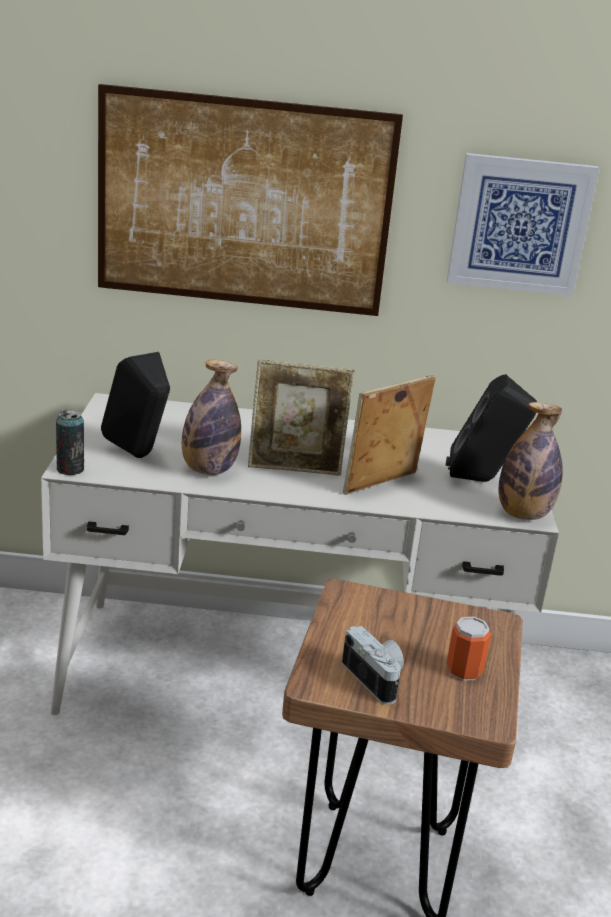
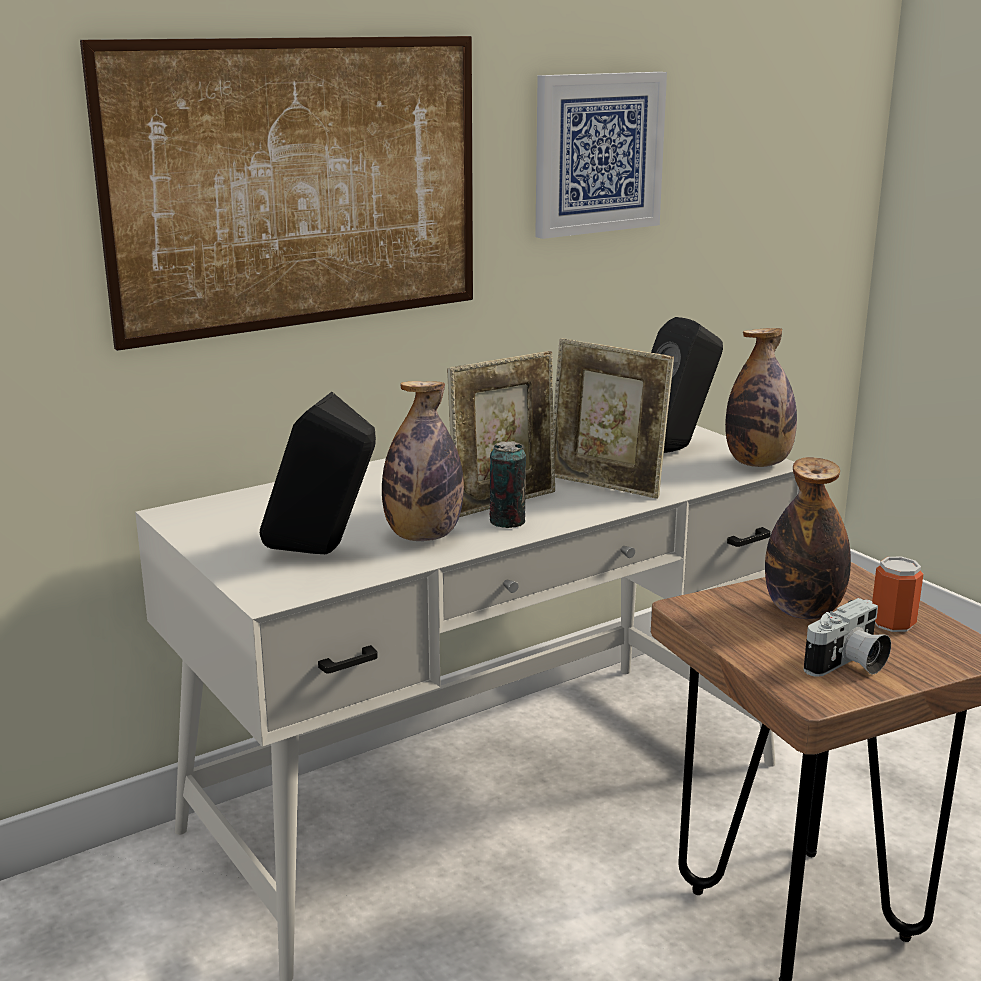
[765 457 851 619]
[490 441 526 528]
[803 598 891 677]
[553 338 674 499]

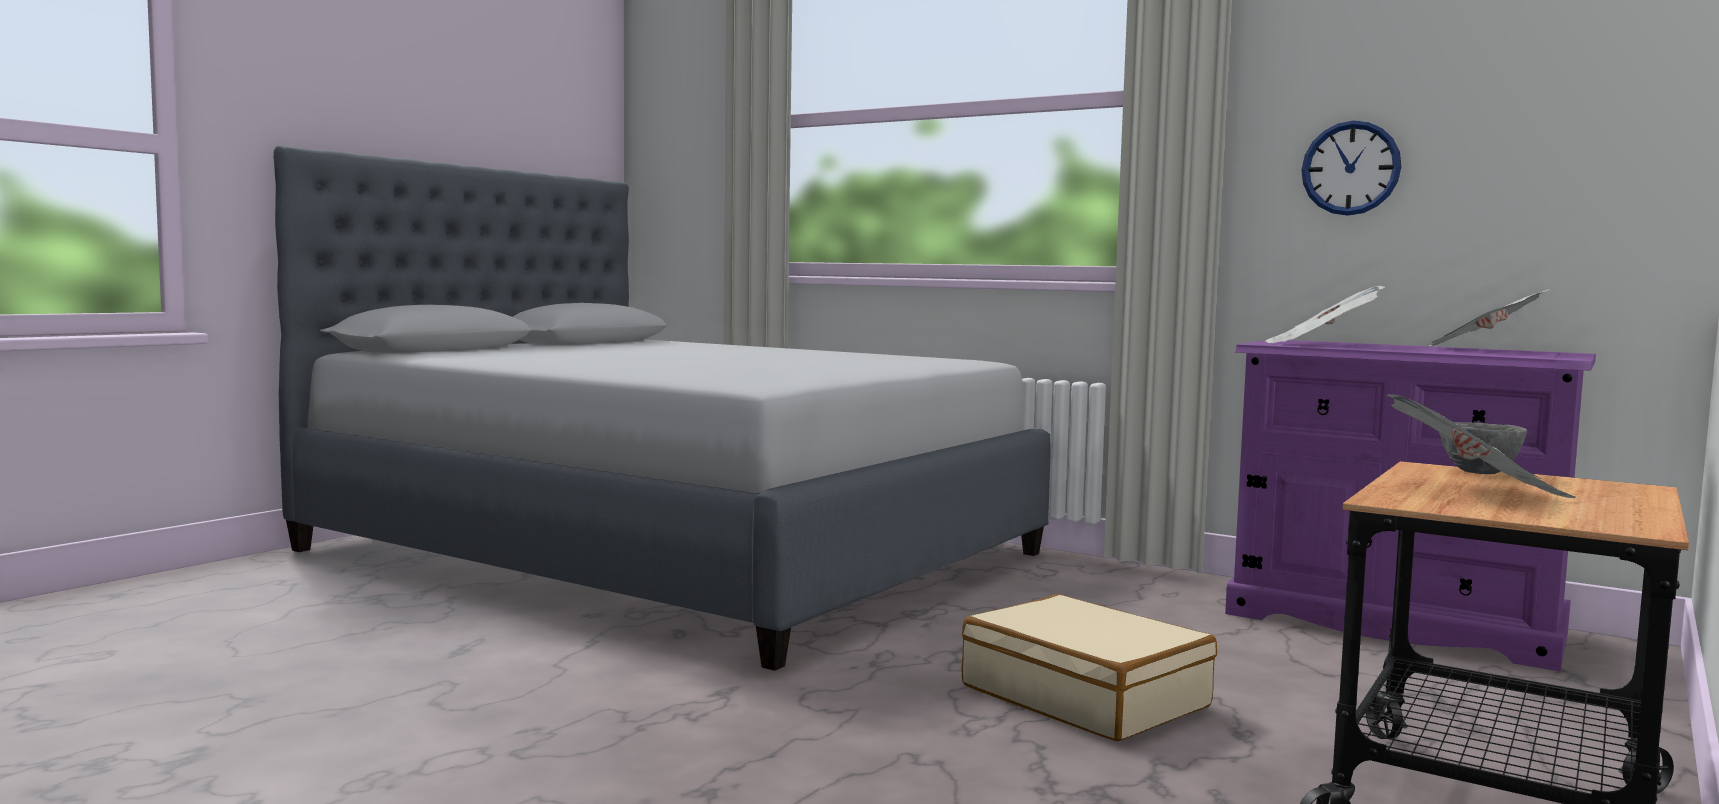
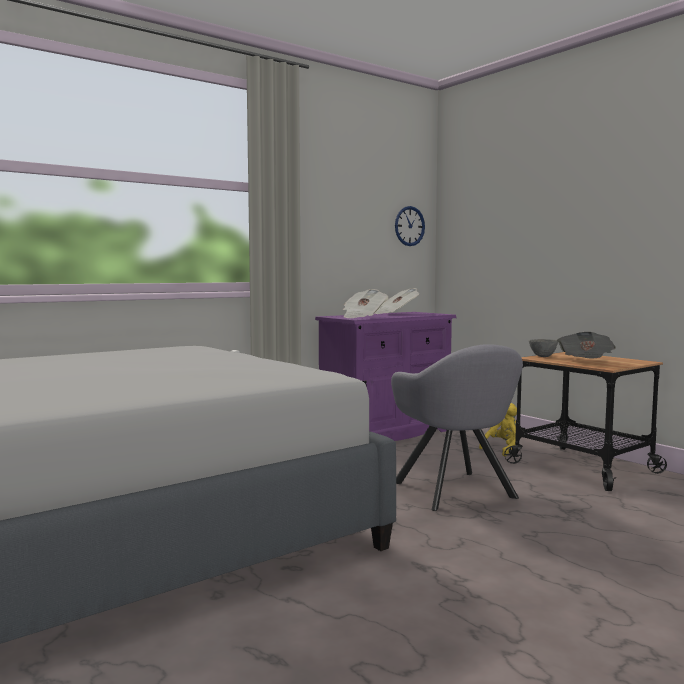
[479 403 517 457]
[395 206 425 246]
[391 344 523 511]

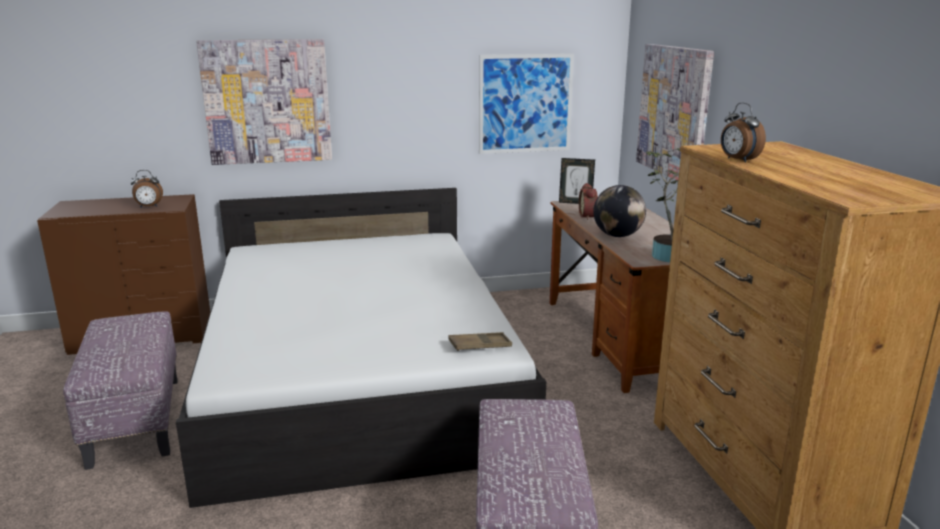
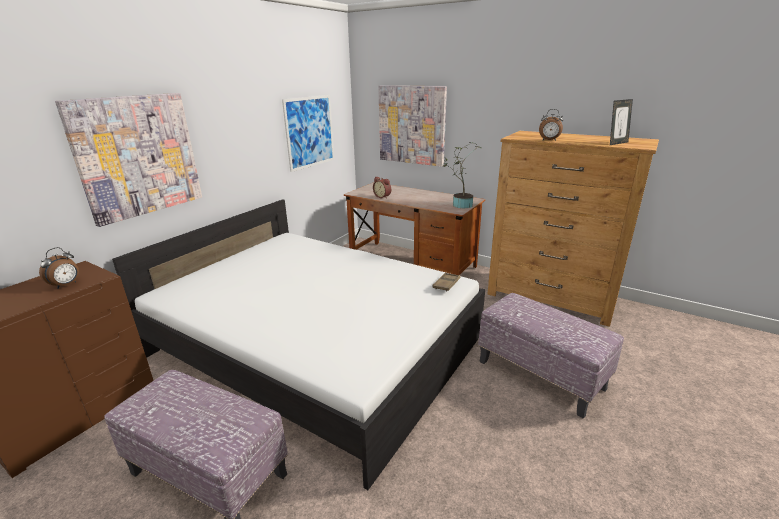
[593 185 646 237] (first image)
[610 99 633 145]

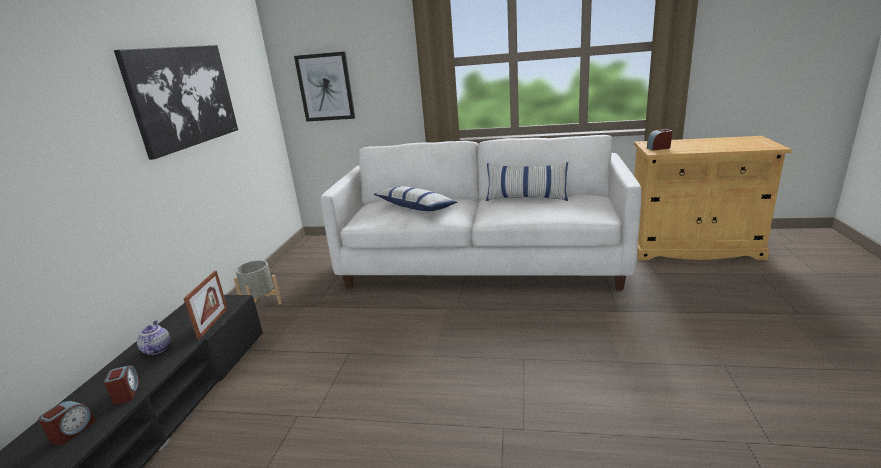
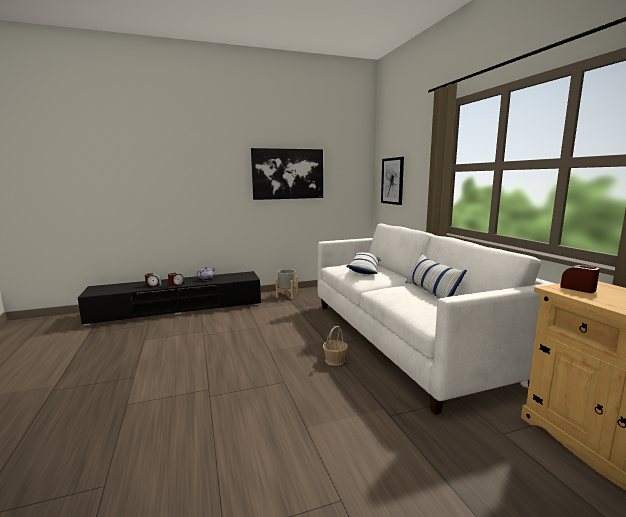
[183 271 228 340] (first image)
[323 326 348 366]

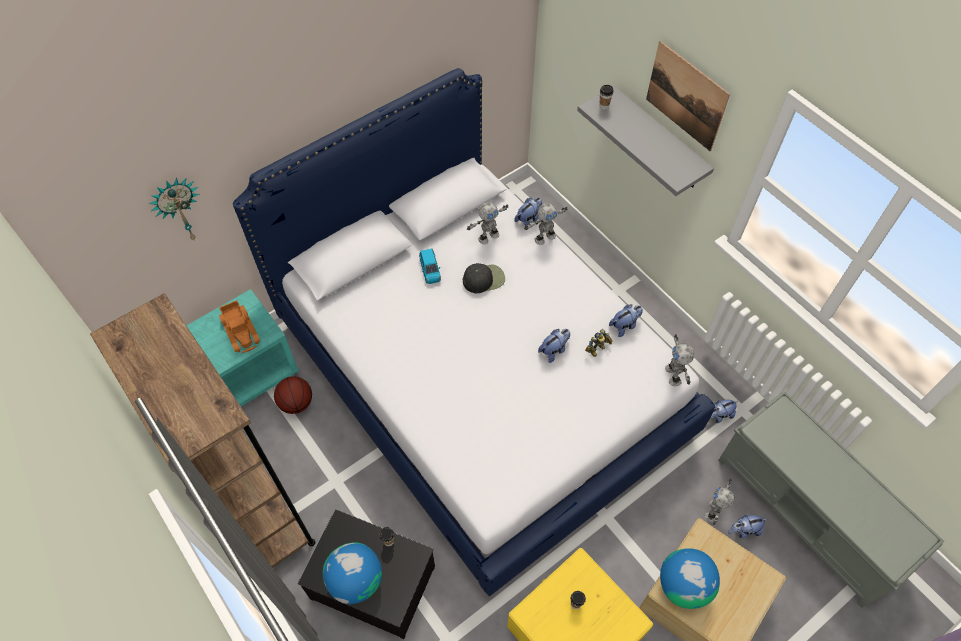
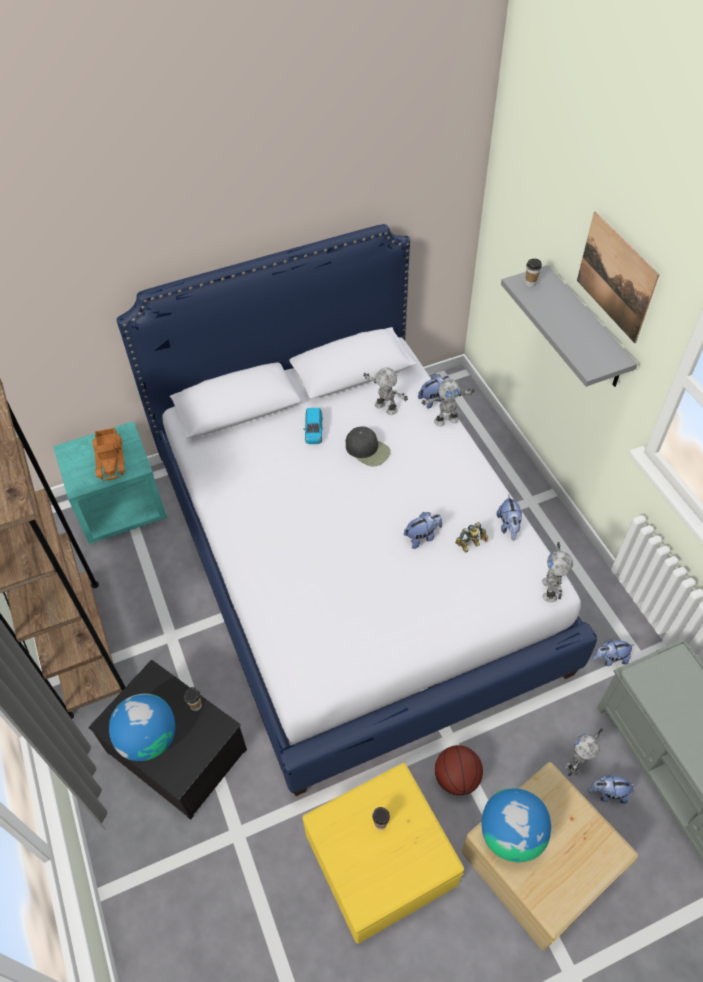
[149 178 199 241] (first image)
[435 745 483 796]
[346 426 391 467]
[363 367 408 415]
[497 495 522 541]

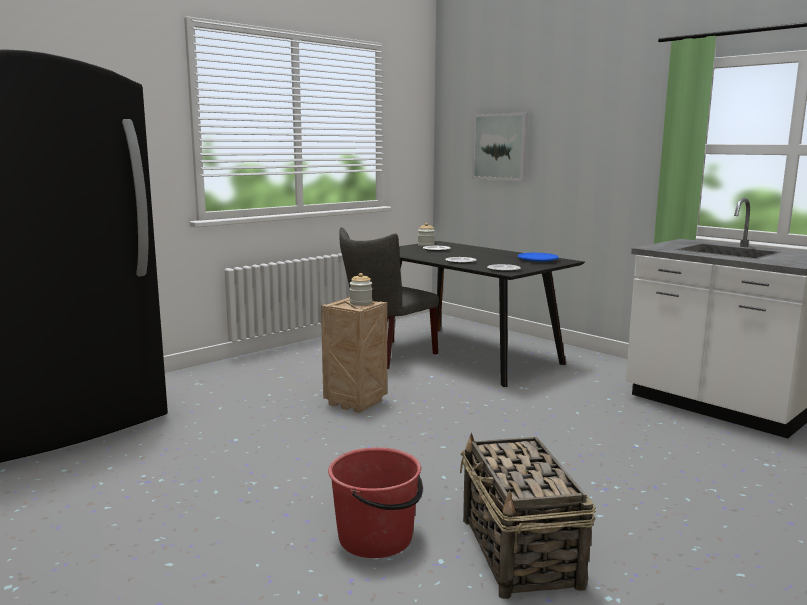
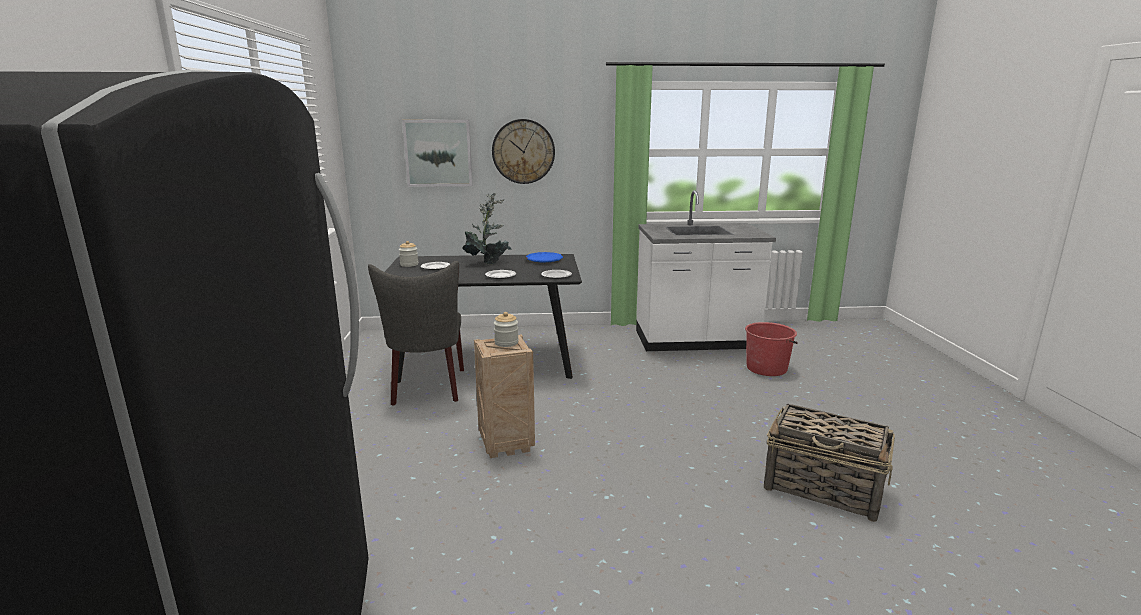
[463 193 512 264]
[492 119 555 184]
[745 322 798 376]

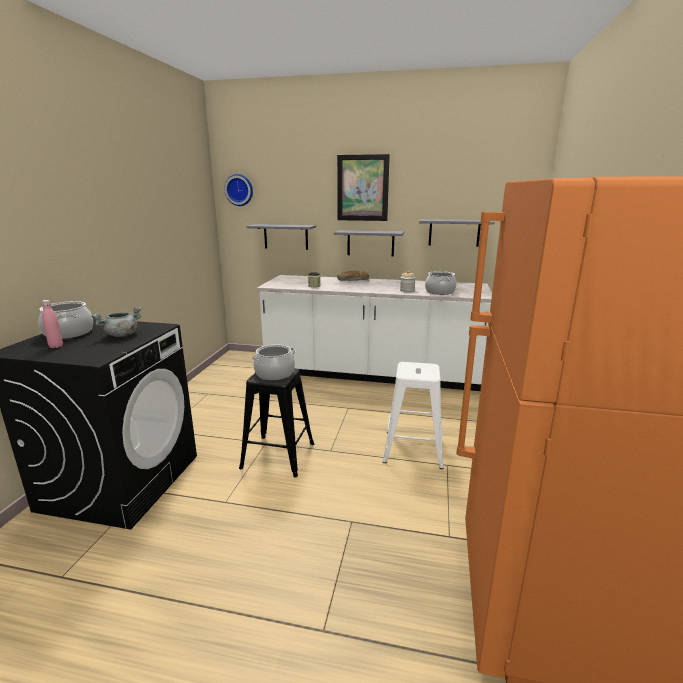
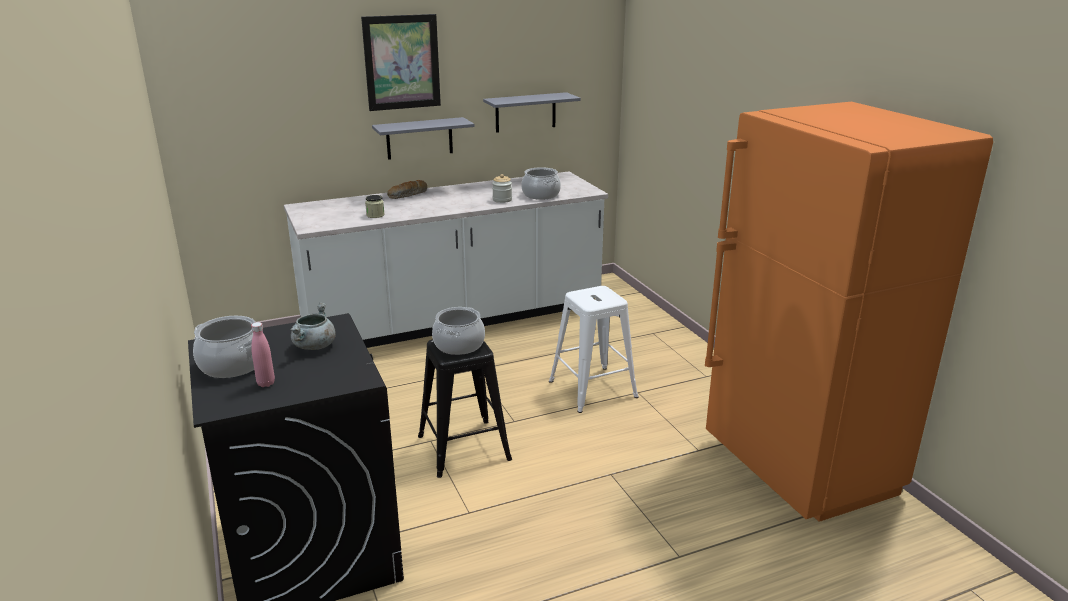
[224 174 253 206] (first image)
[247 224 316 250] (first image)

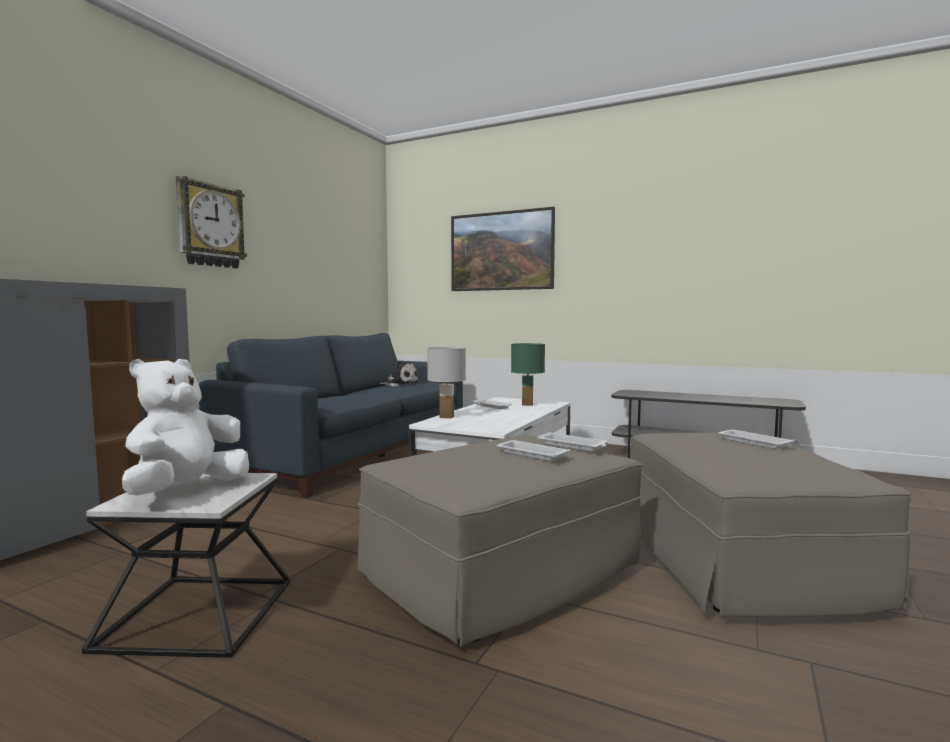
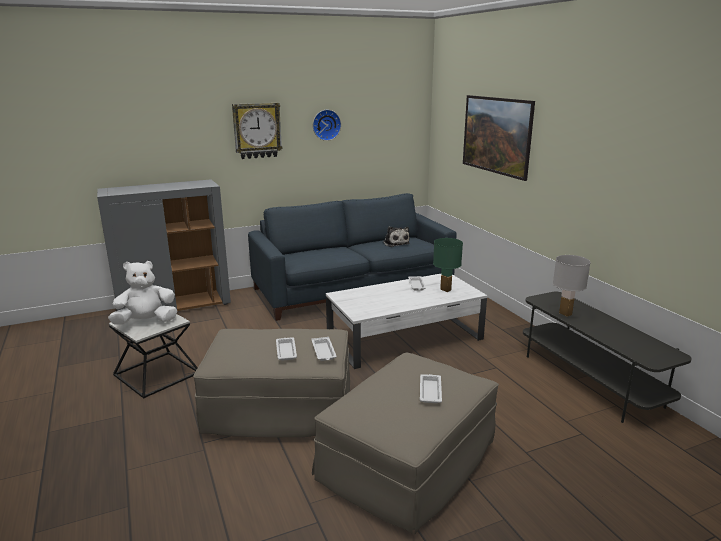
[313 110 341 141]
[553 255 591 317]

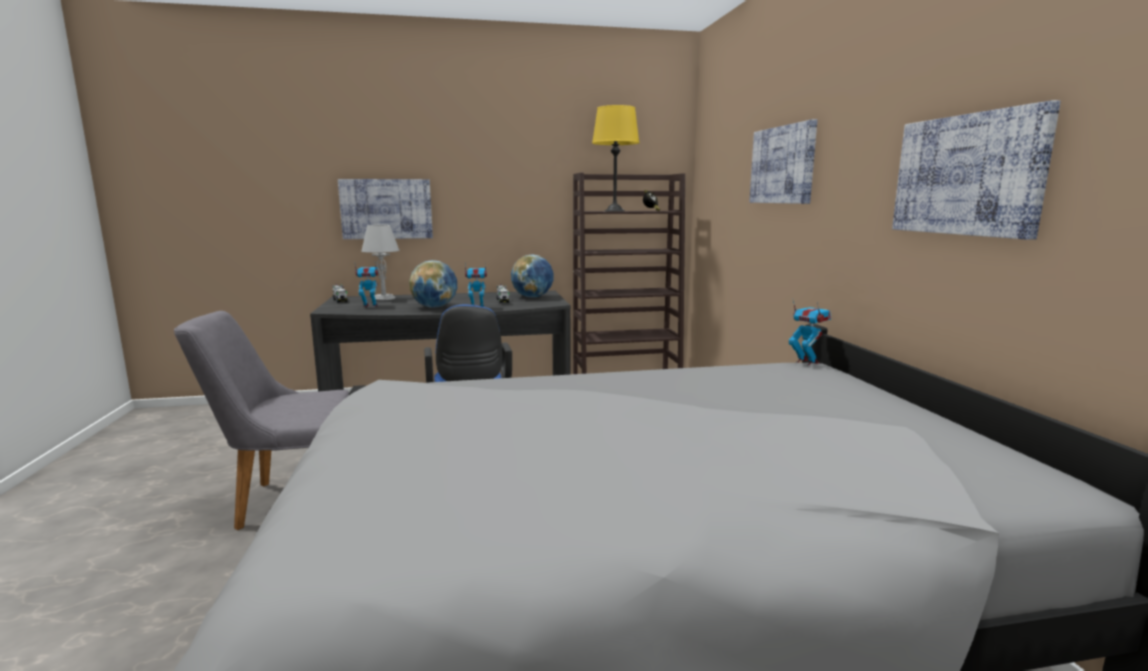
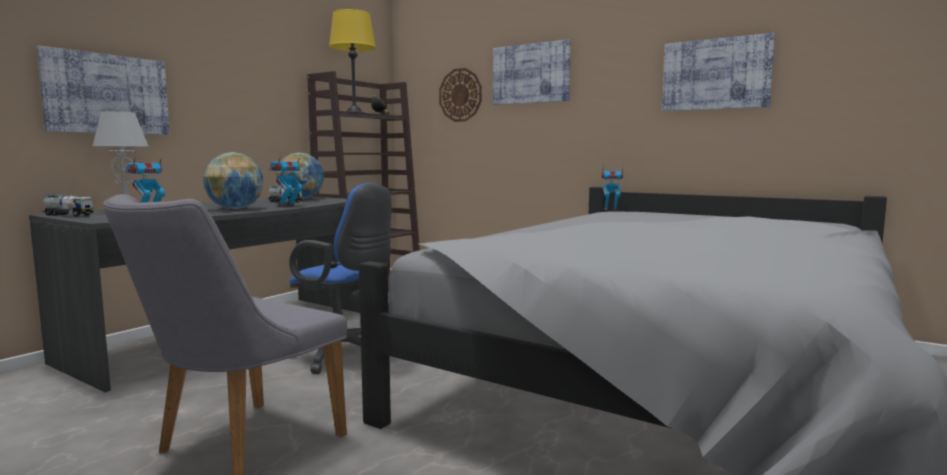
[439 68 482 122]

